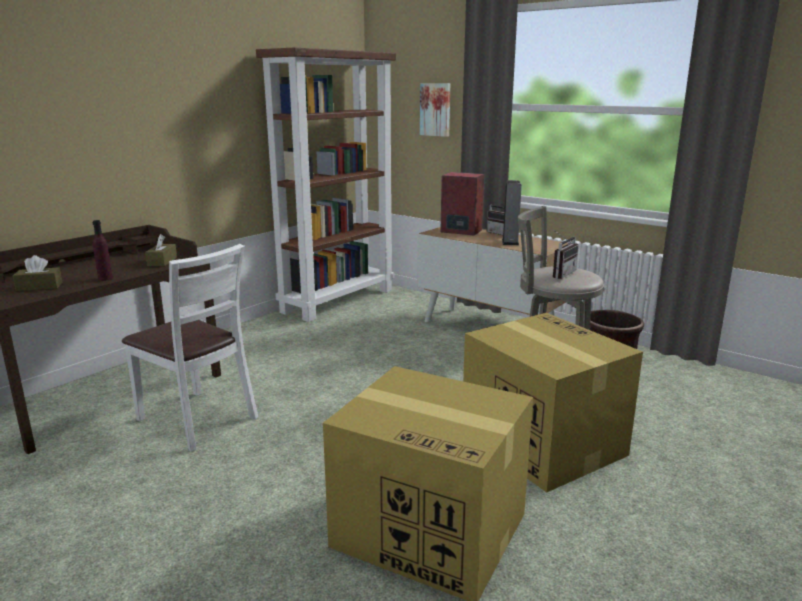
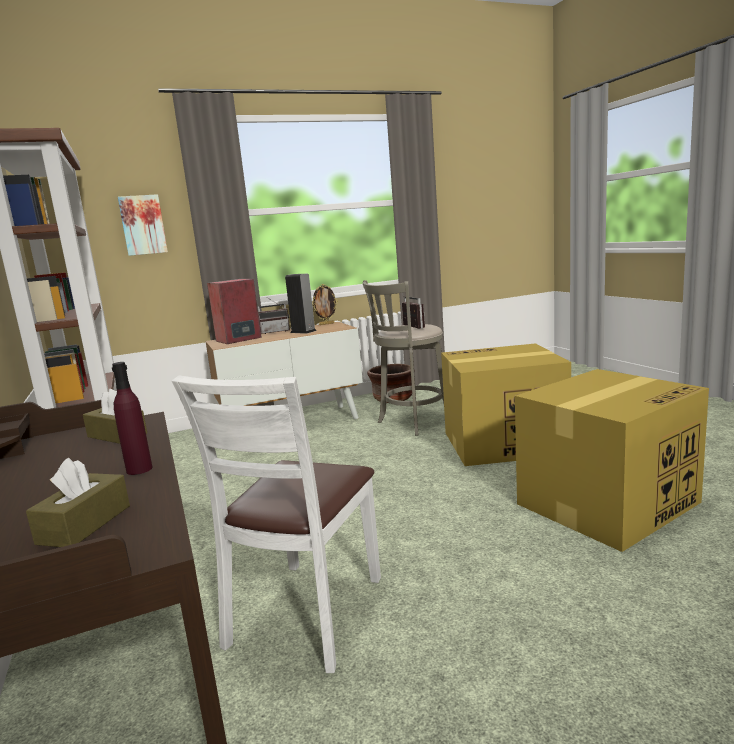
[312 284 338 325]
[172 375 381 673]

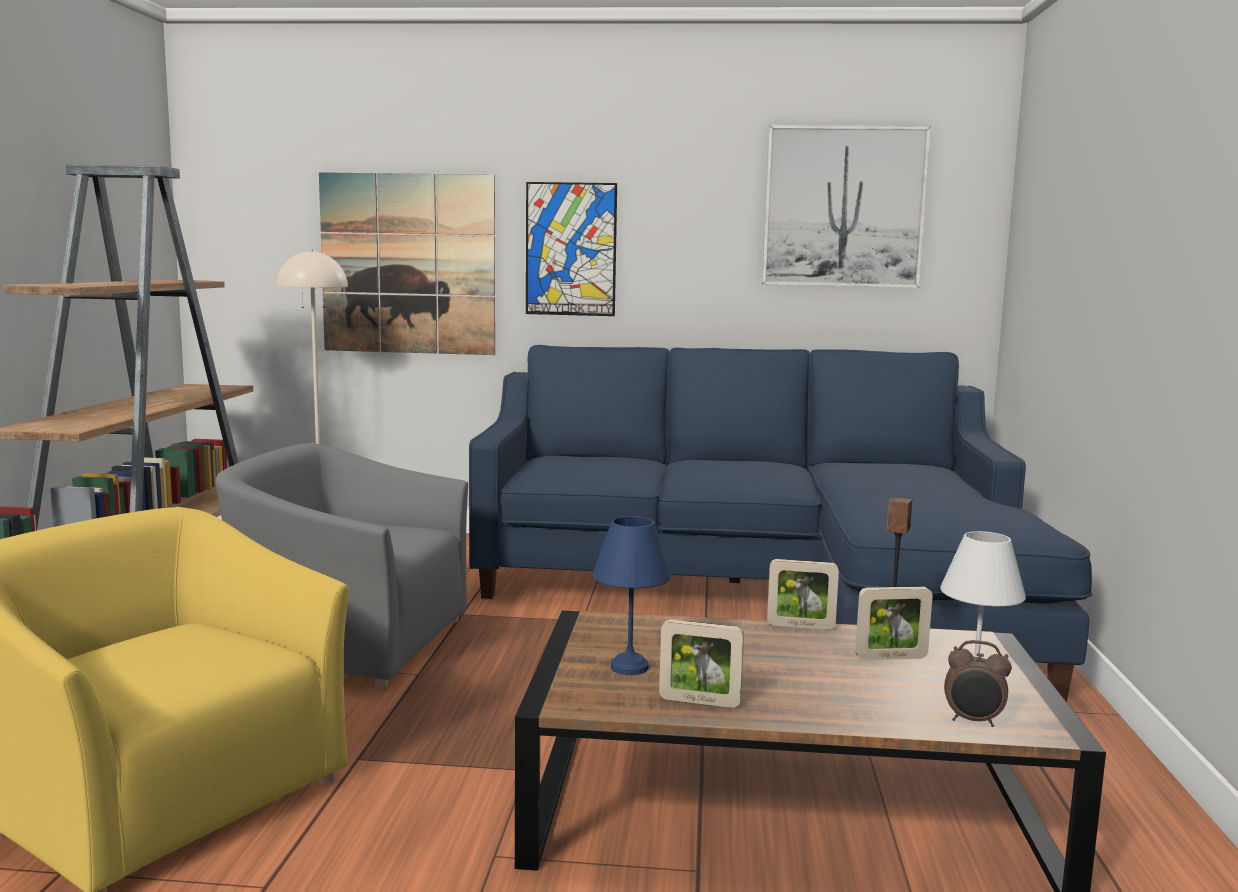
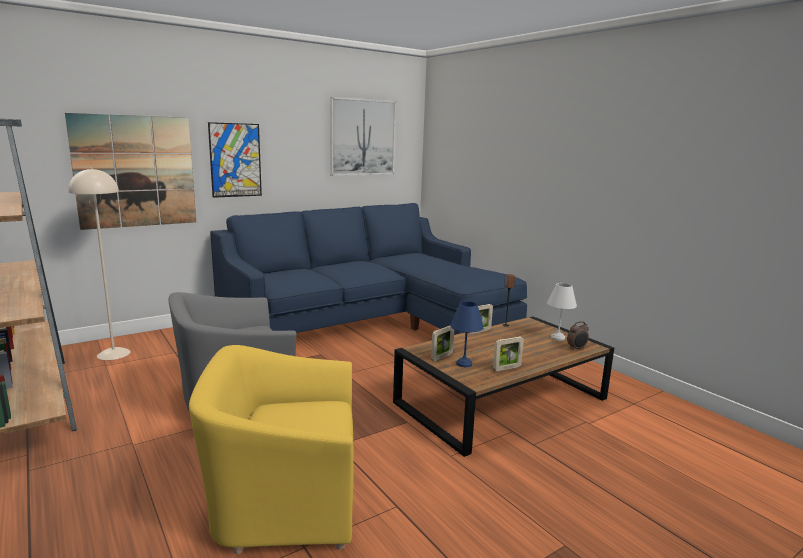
[431 325 454 361]

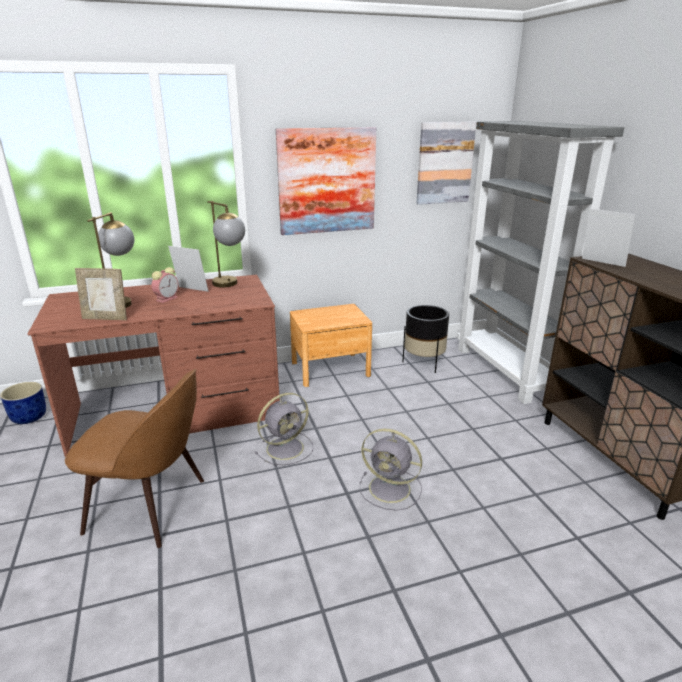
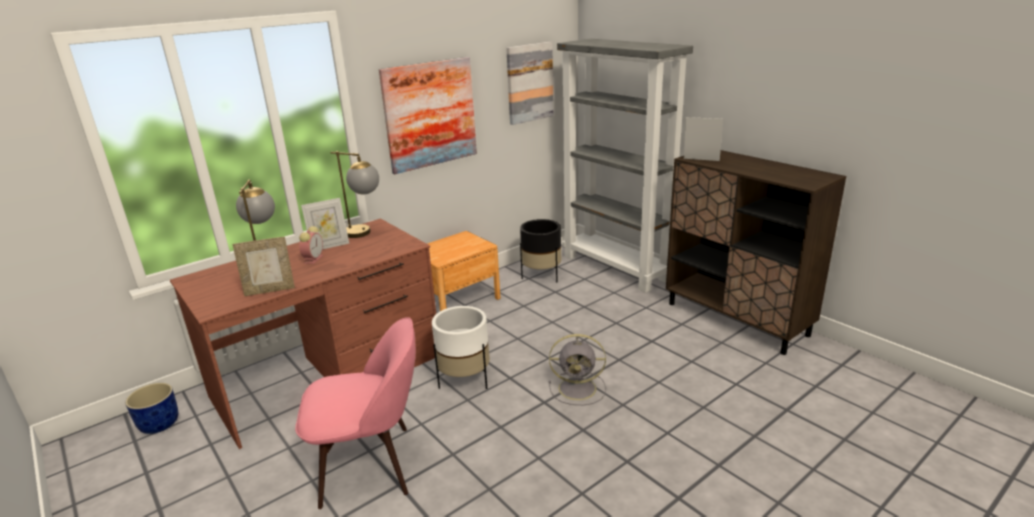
[432 306 490 389]
[295 317 416 509]
[301 198 349 250]

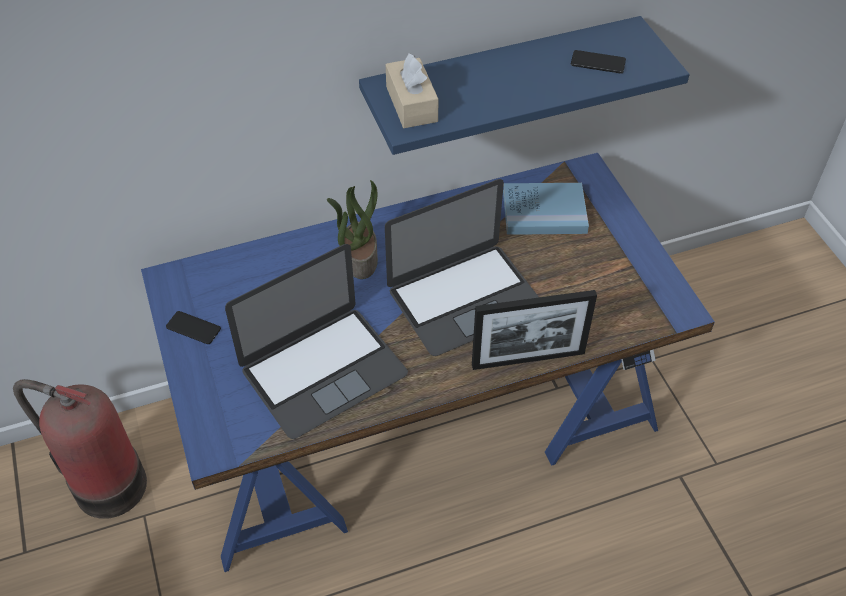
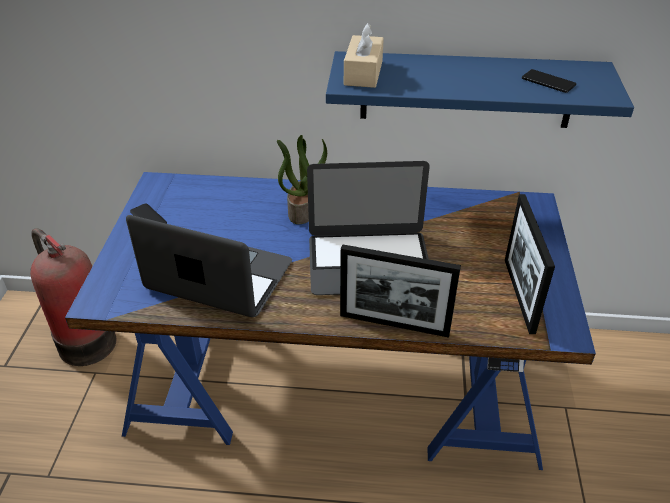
[503 183 589 235] (first image)
[505 194 555 334]
[126 215 292 317]

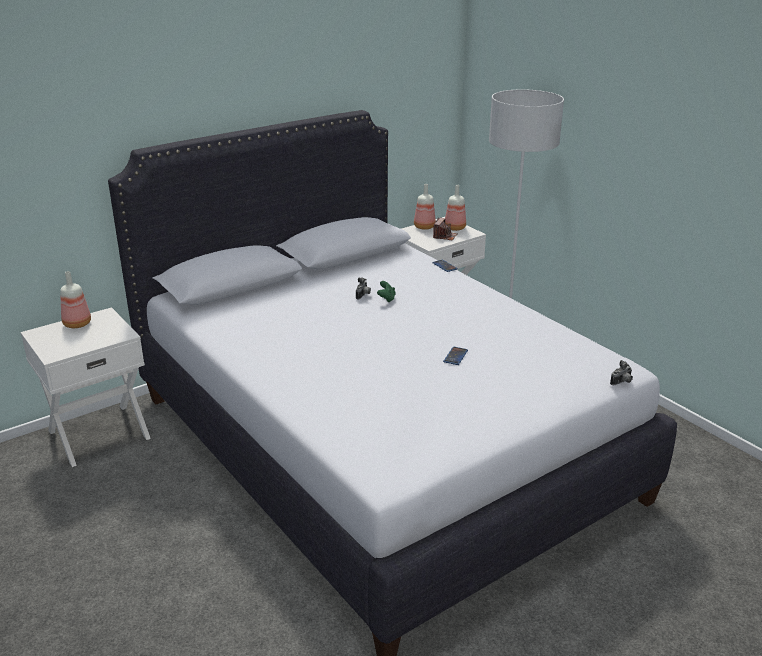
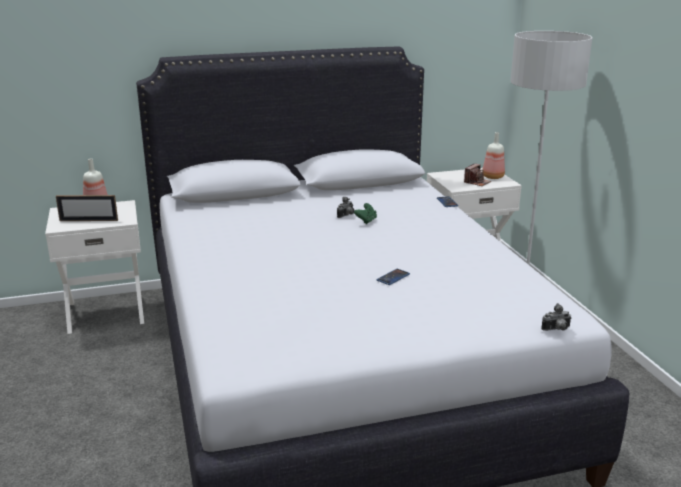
[414 184 436 230] (first image)
[56 195 118 221]

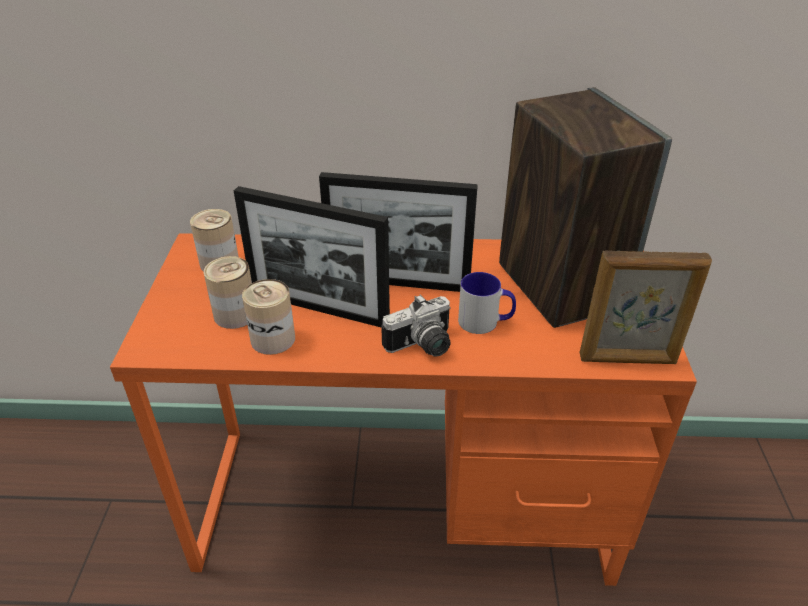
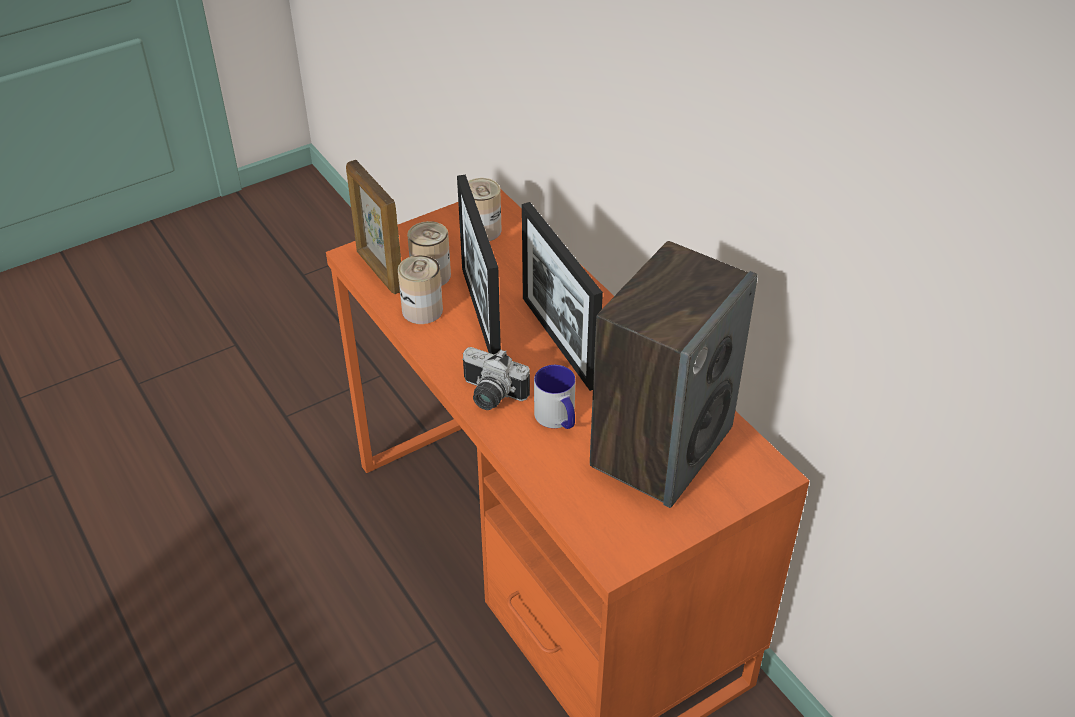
[346 160 401 294]

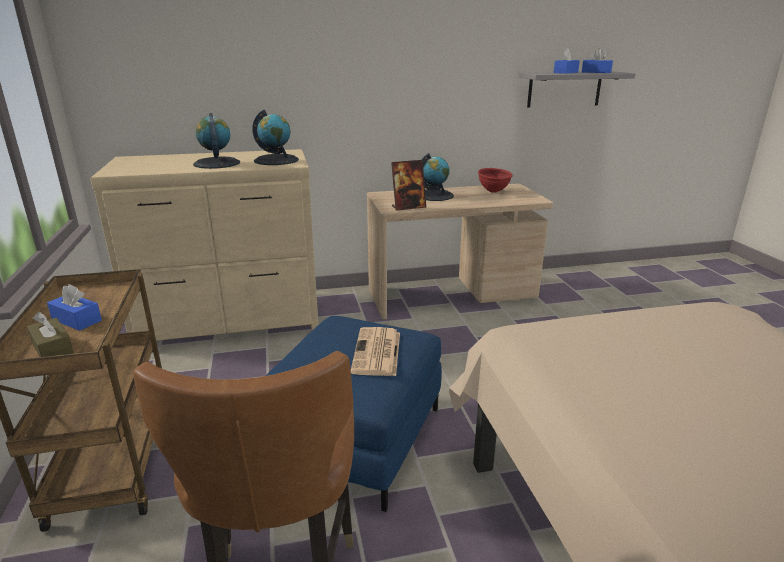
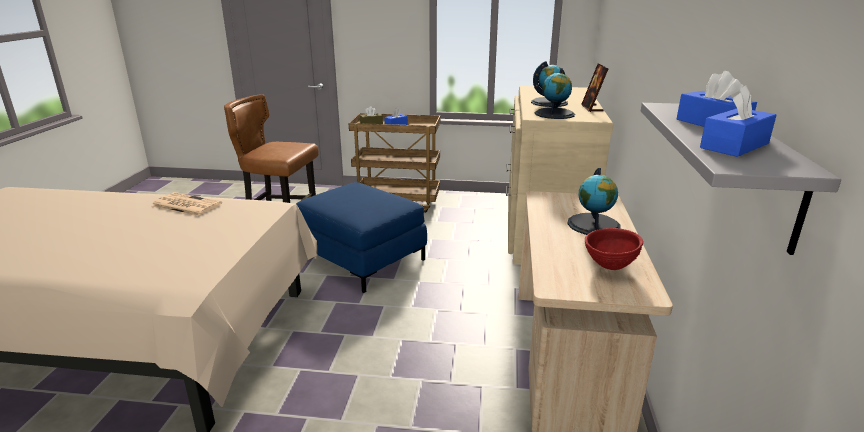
[152 192 222 216]
[581 63 609 112]

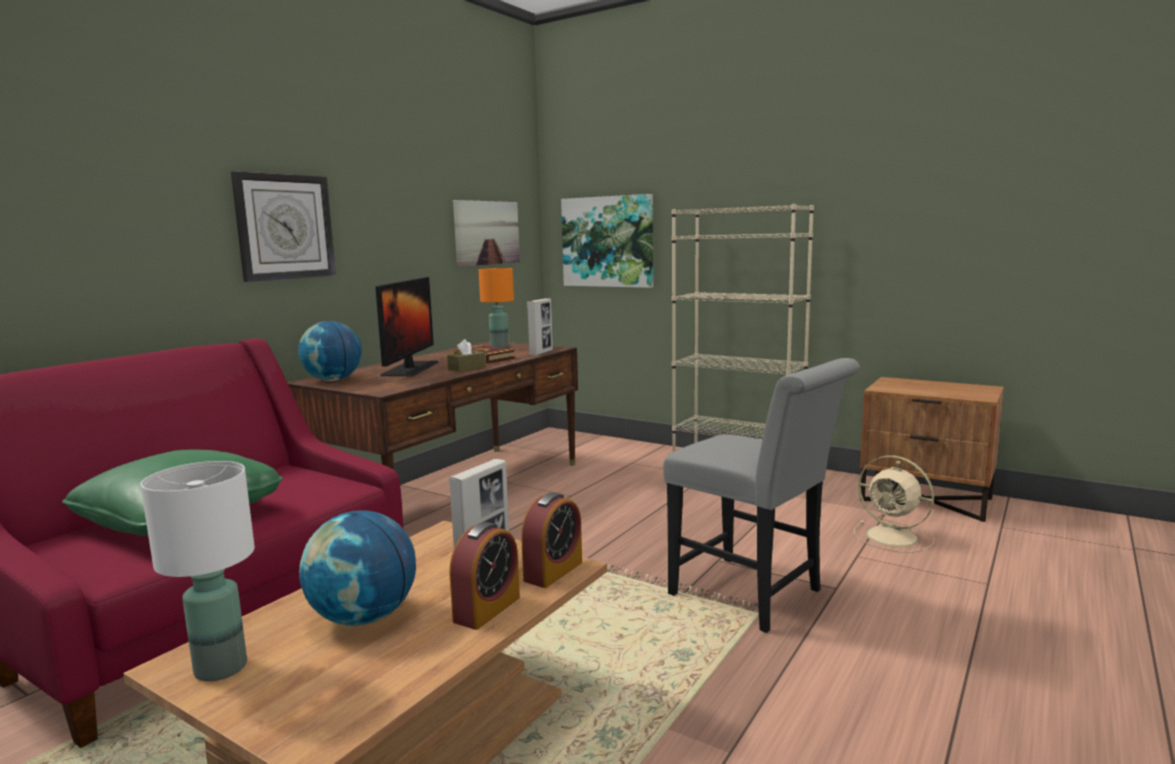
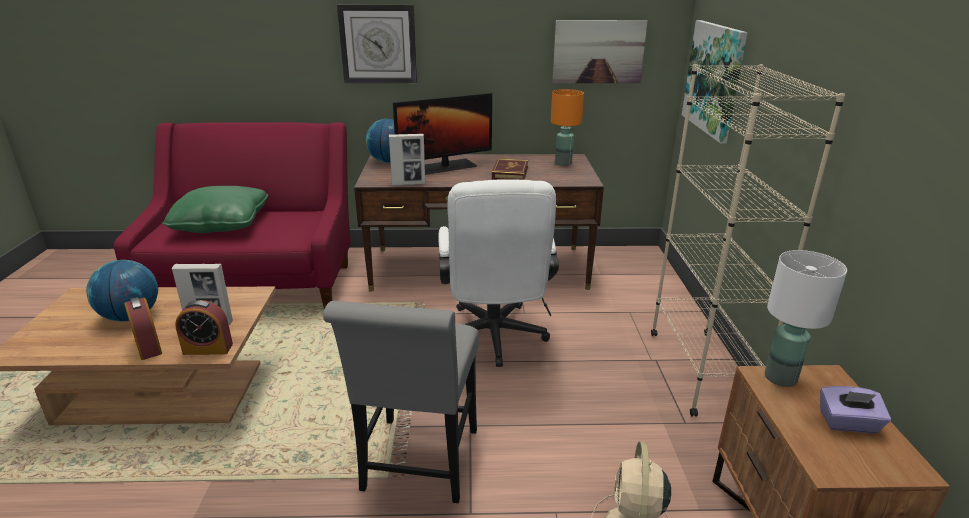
[447 339 486 372] (first image)
[438 179 559 367]
[820 386 891 433]
[765 250 847 387]
[389 134 425 186]
[124 297 162 360]

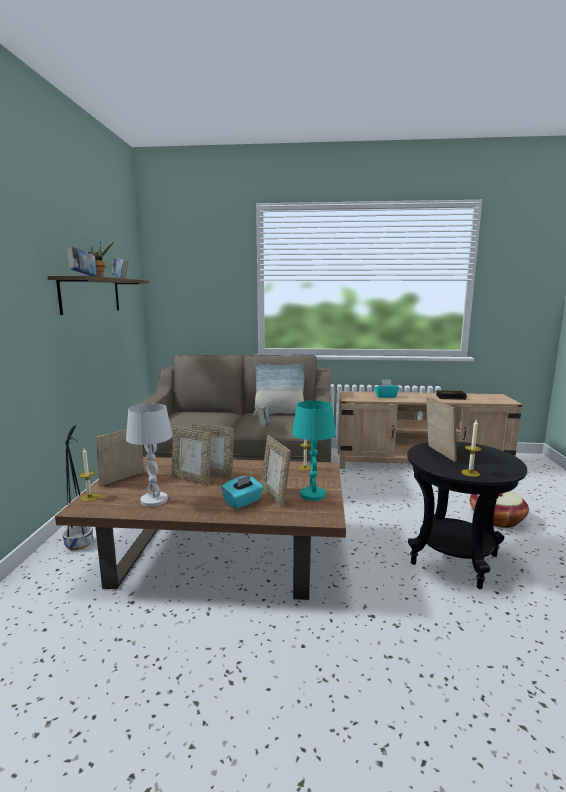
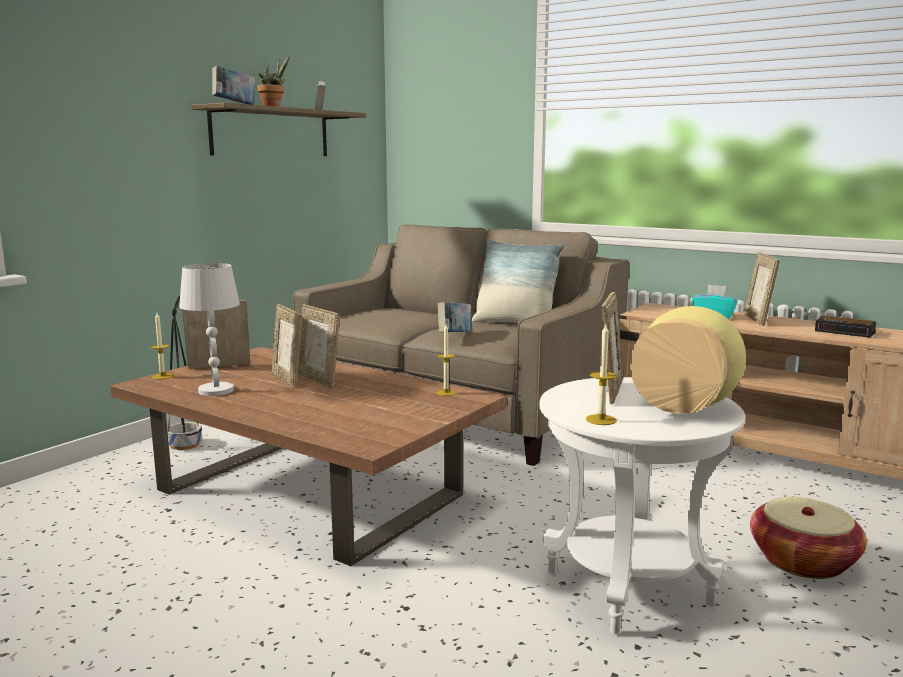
[221 475 264 509] (first image)
[292 400 336 501] (first image)
[630 306 746 414]
[744 252 780 326]
[539 377 745 634]

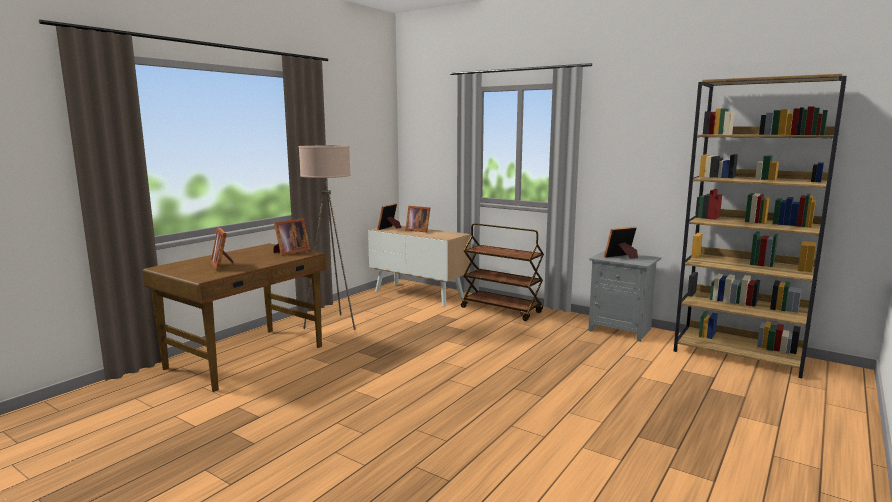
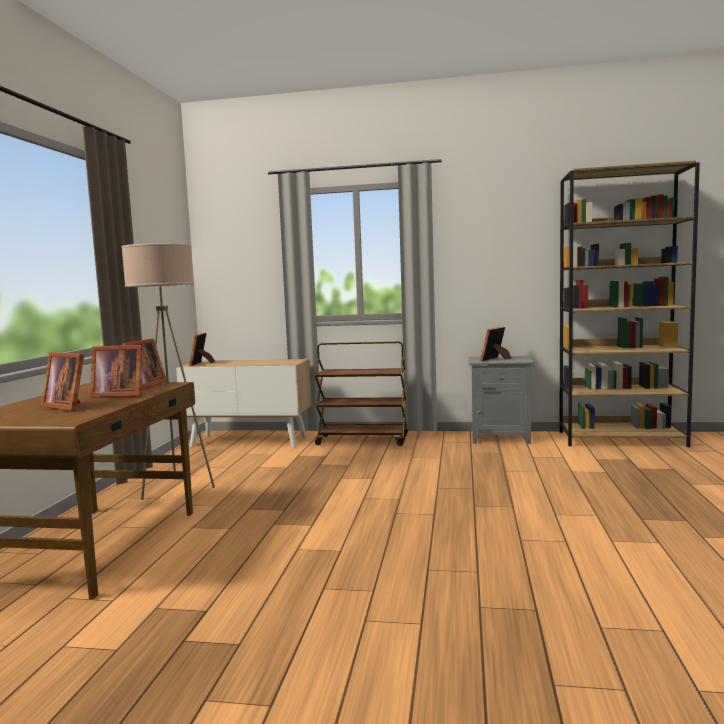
[90 345 143 397]

